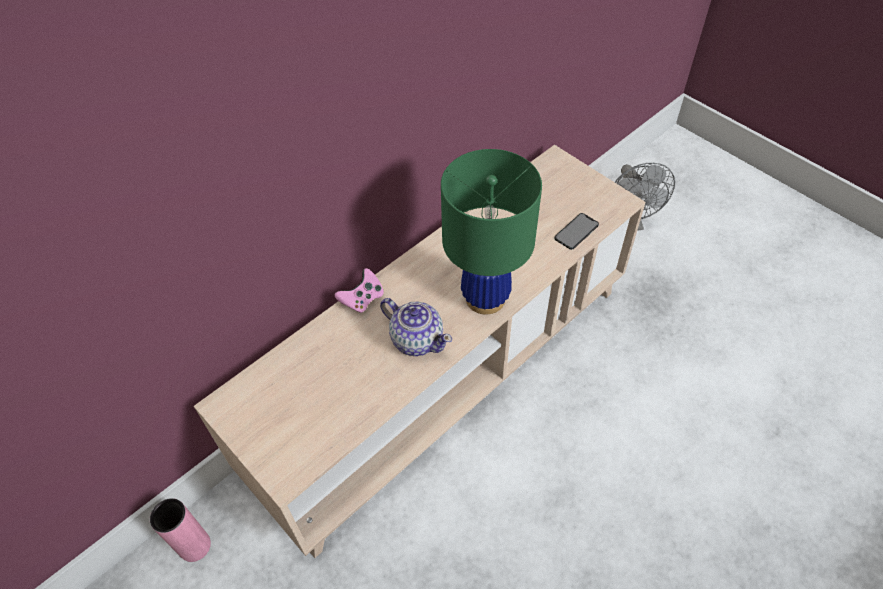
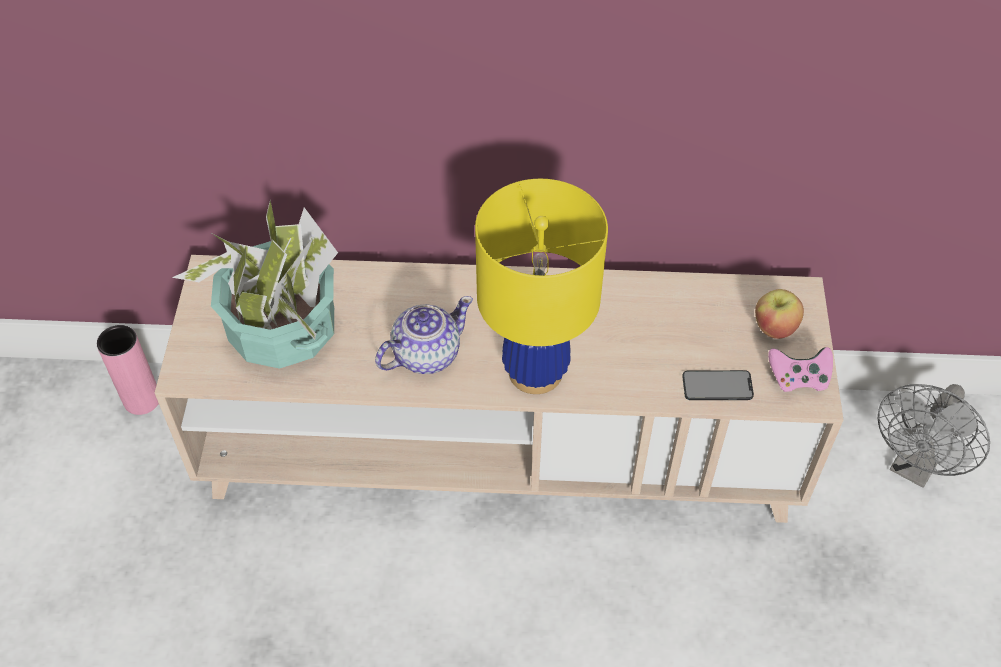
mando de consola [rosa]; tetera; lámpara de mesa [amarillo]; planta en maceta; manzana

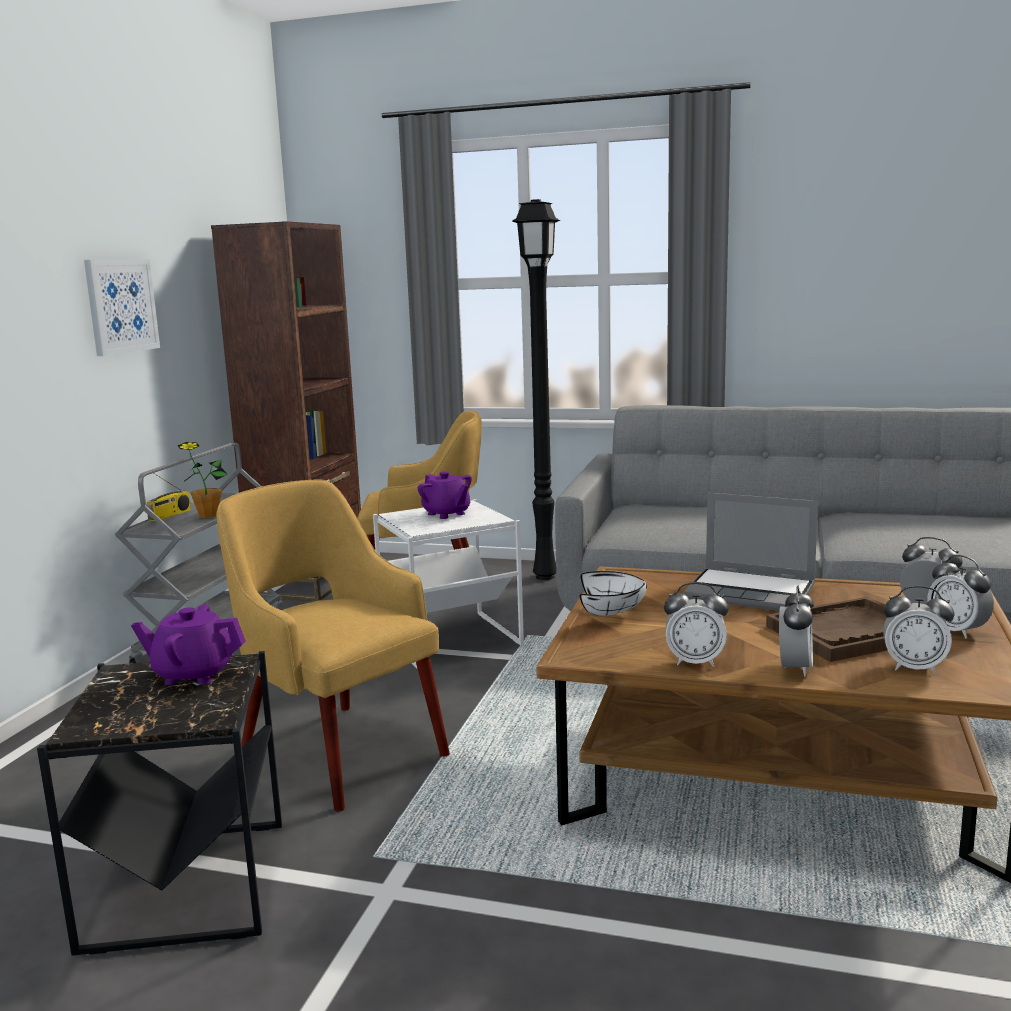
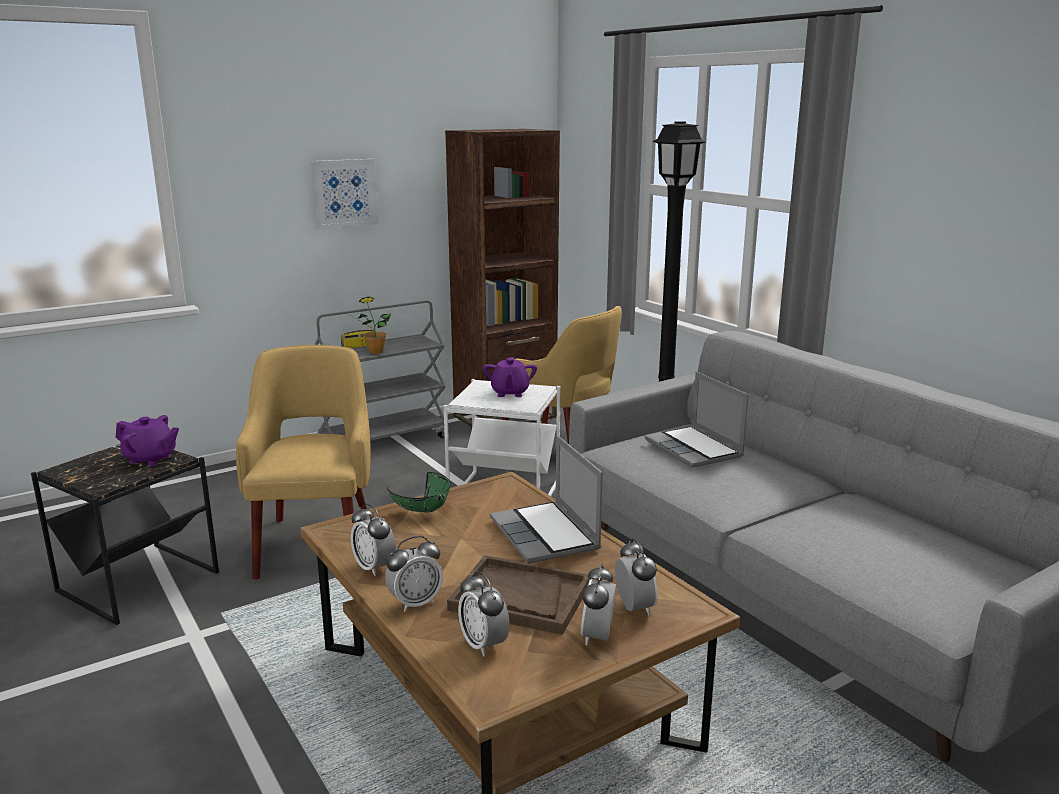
tetera [morado] (1st from left); cuenco [verde]; portátil (2nd from left)

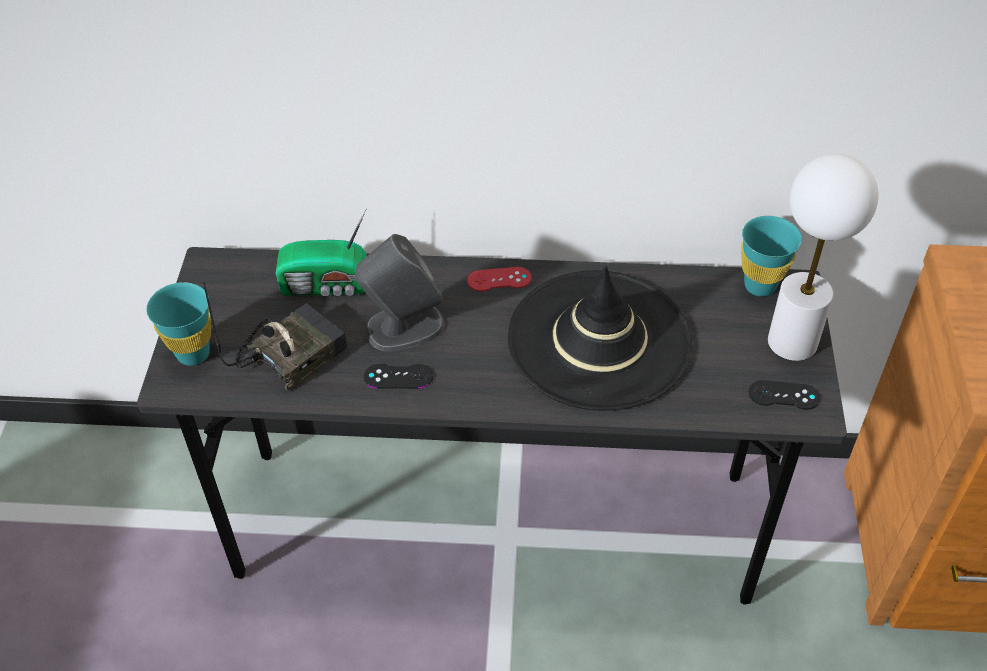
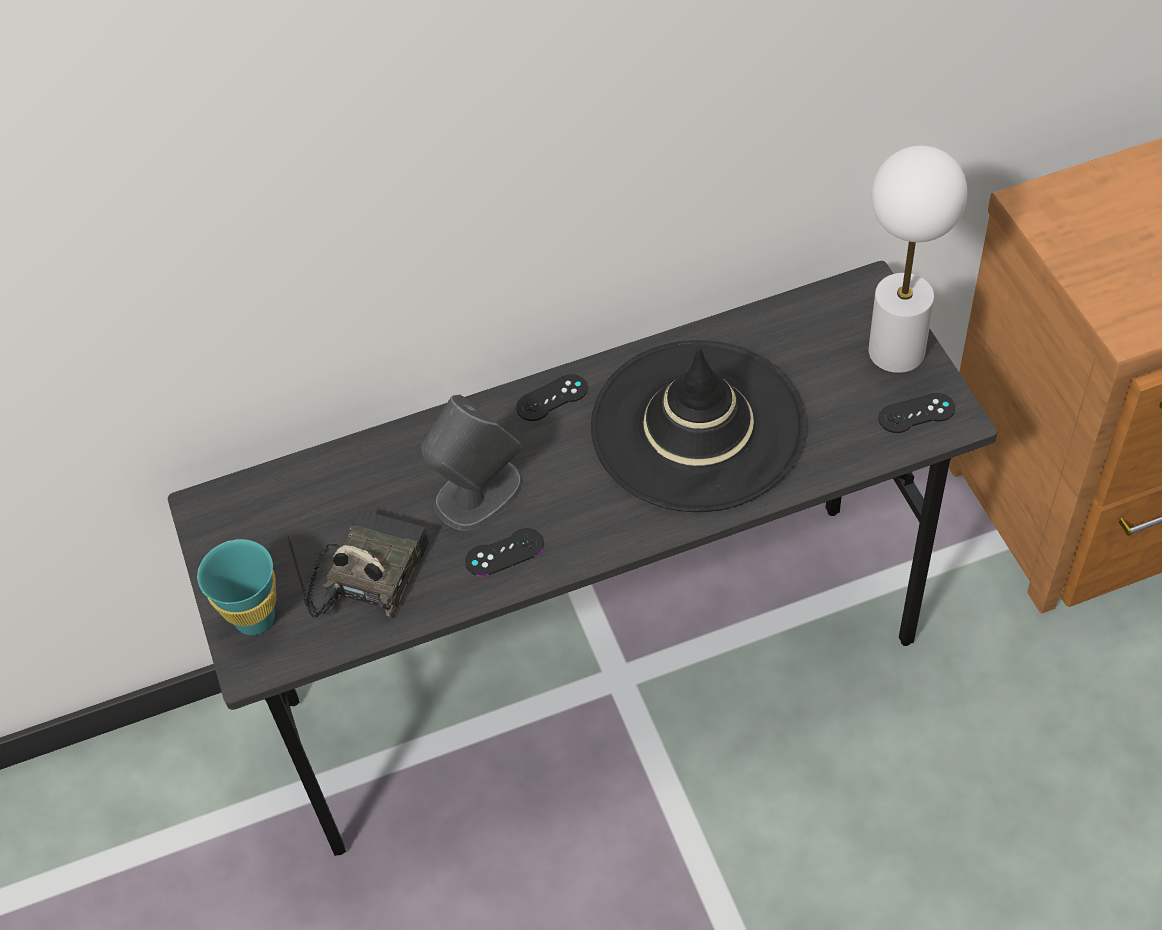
radio (2nd from left in the first image); mando de consola [negro] (2nd from left); taza [turquesa] (2nd from left in the first image)

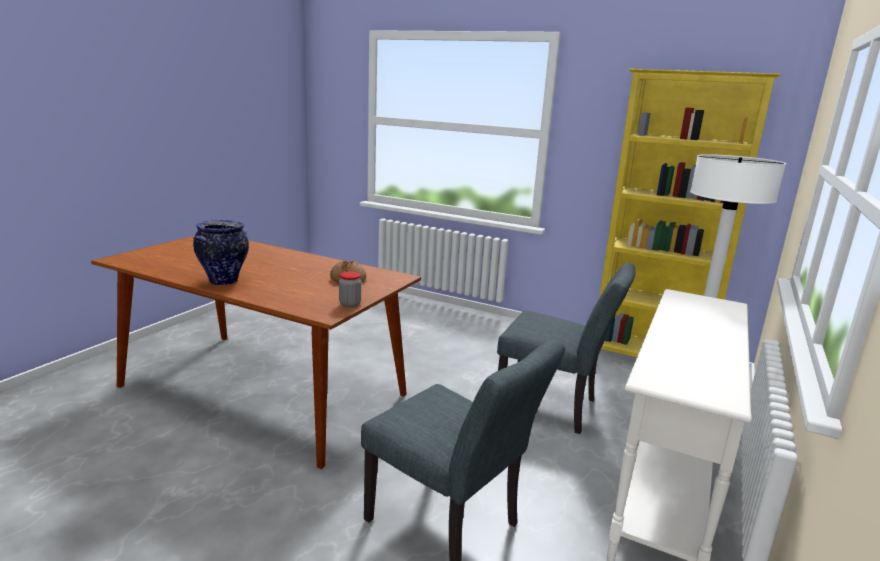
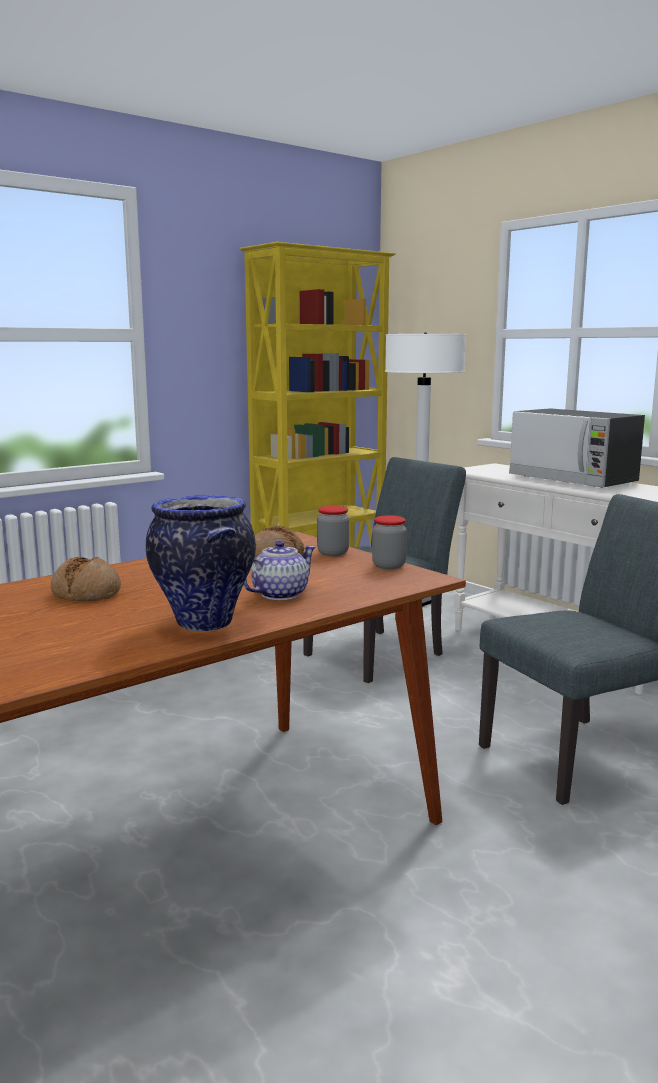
pan (1st from left); tetera; tarro (1st from left); microondas

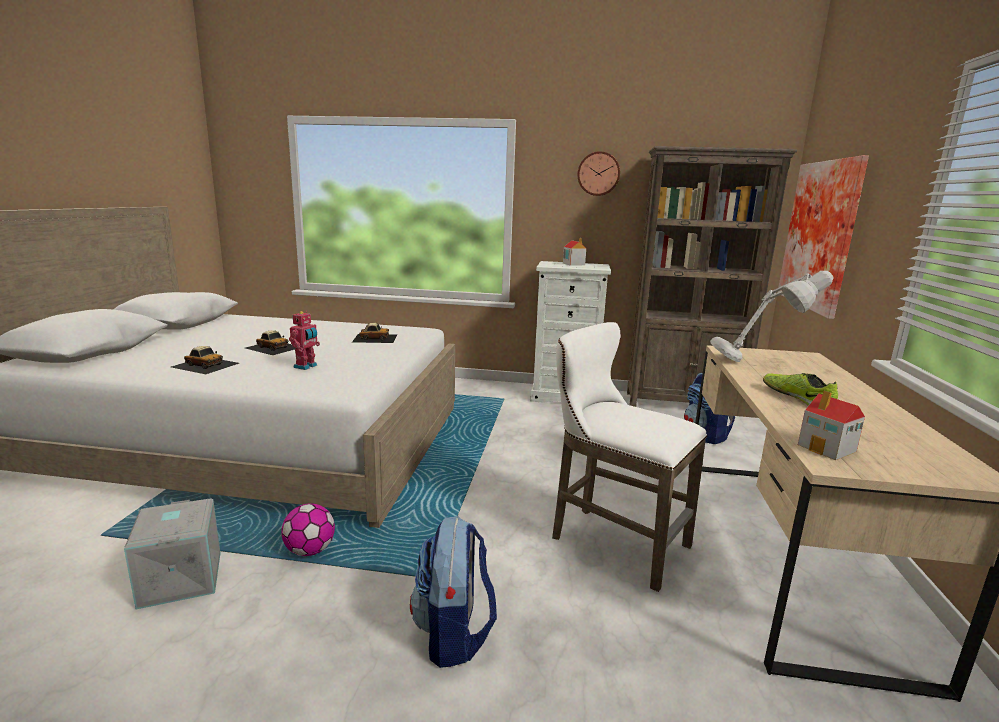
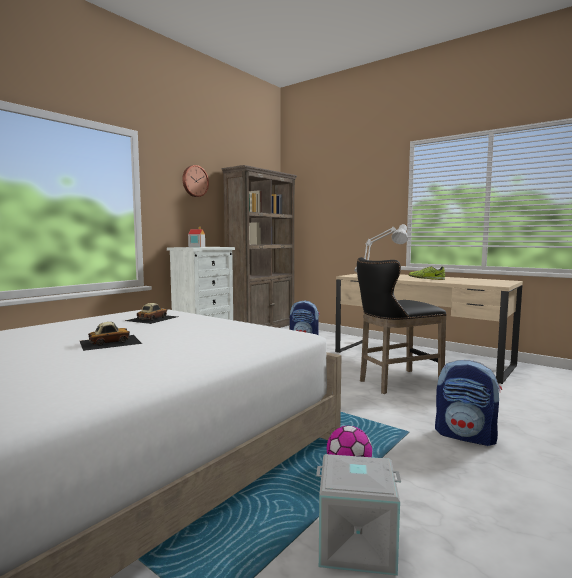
coche de juguete (1st from left in the first image); robot de juguete; taburete [negro]; cuadro; casita (2nd from left in the first image)

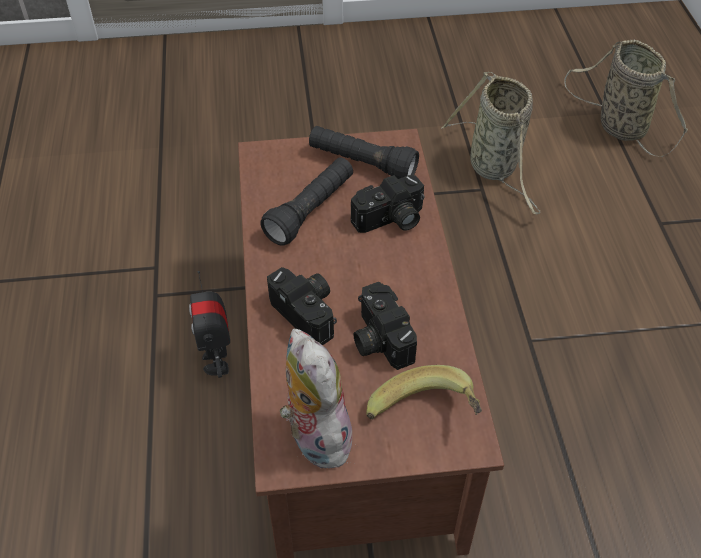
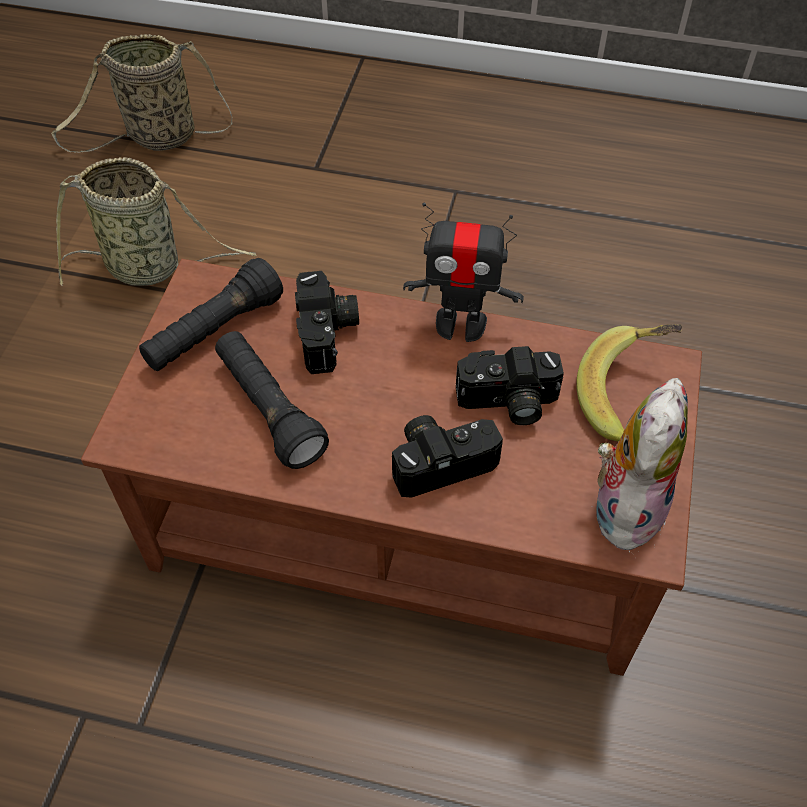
robot de juguete; peluche

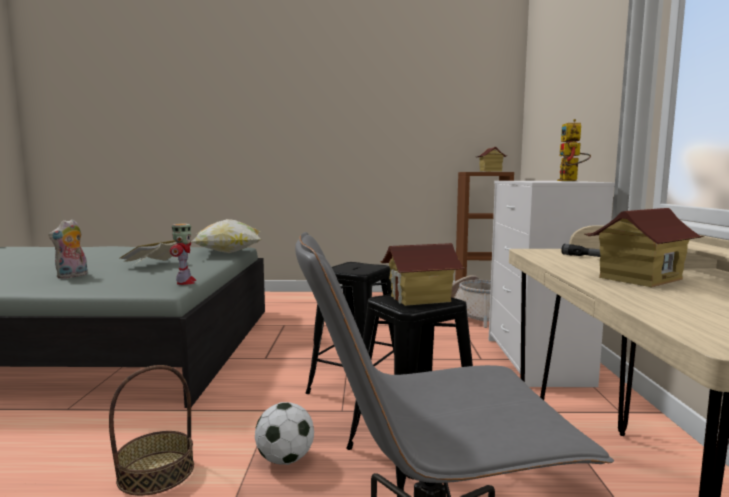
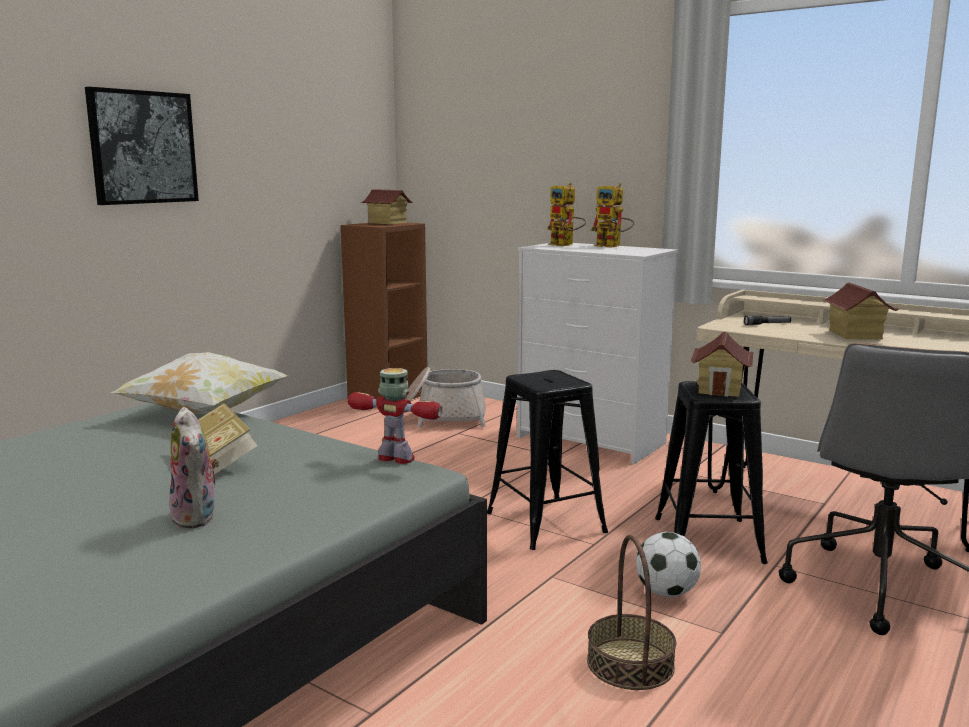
cuadro; robot de juguete (2nd from left)

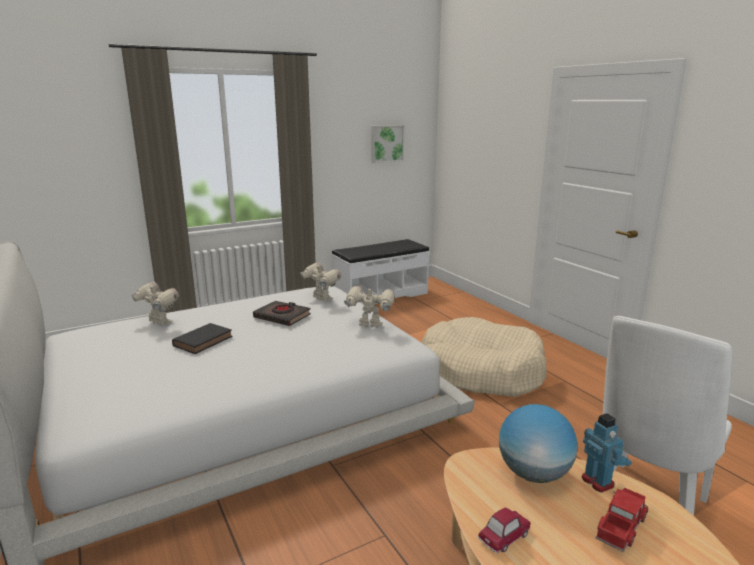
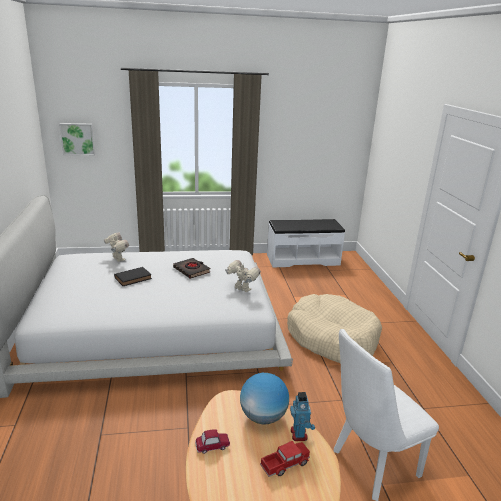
robot de juguete (2nd from left in the first image); cuadro

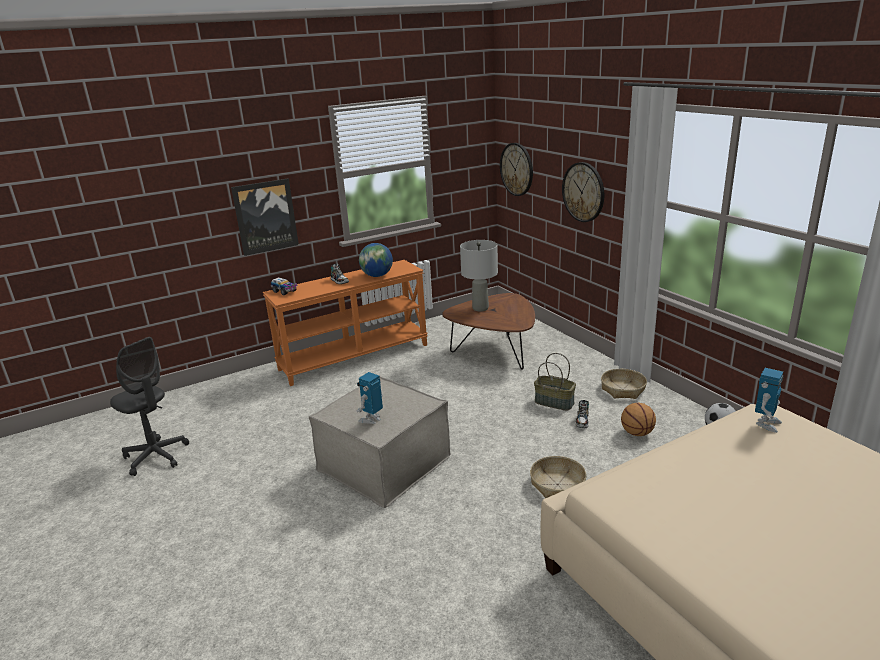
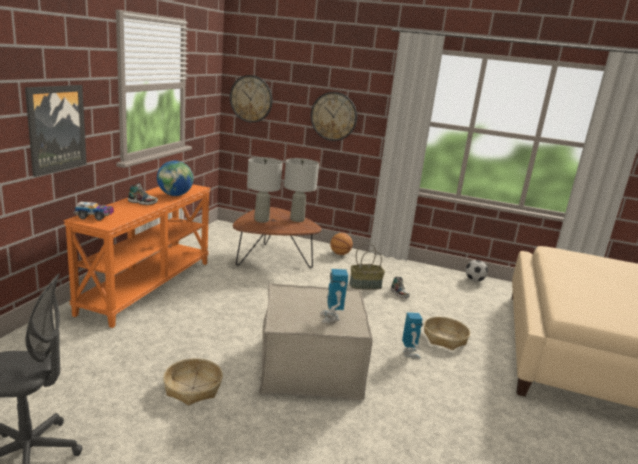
cesta (1st from left); balón de baloncesto; robot de juguete (2nd from left); lámpara de mesa [gris] (2nd from left)

